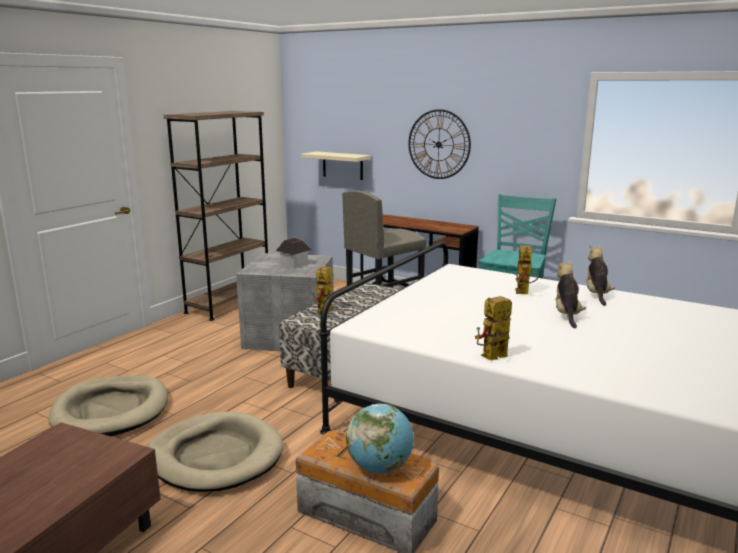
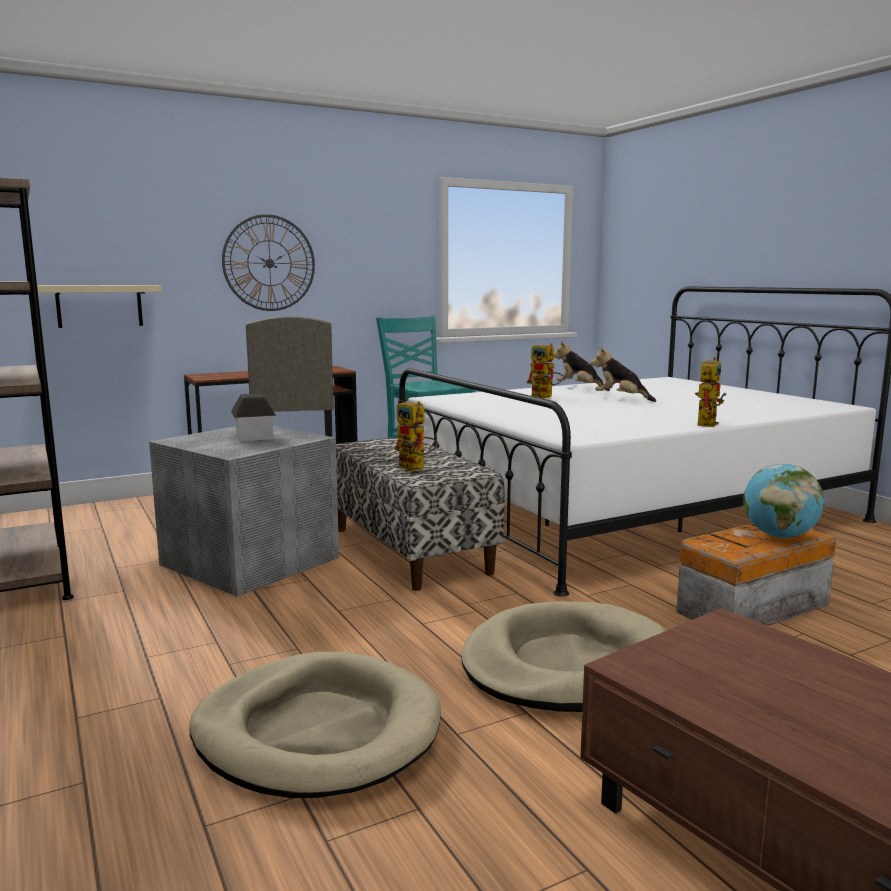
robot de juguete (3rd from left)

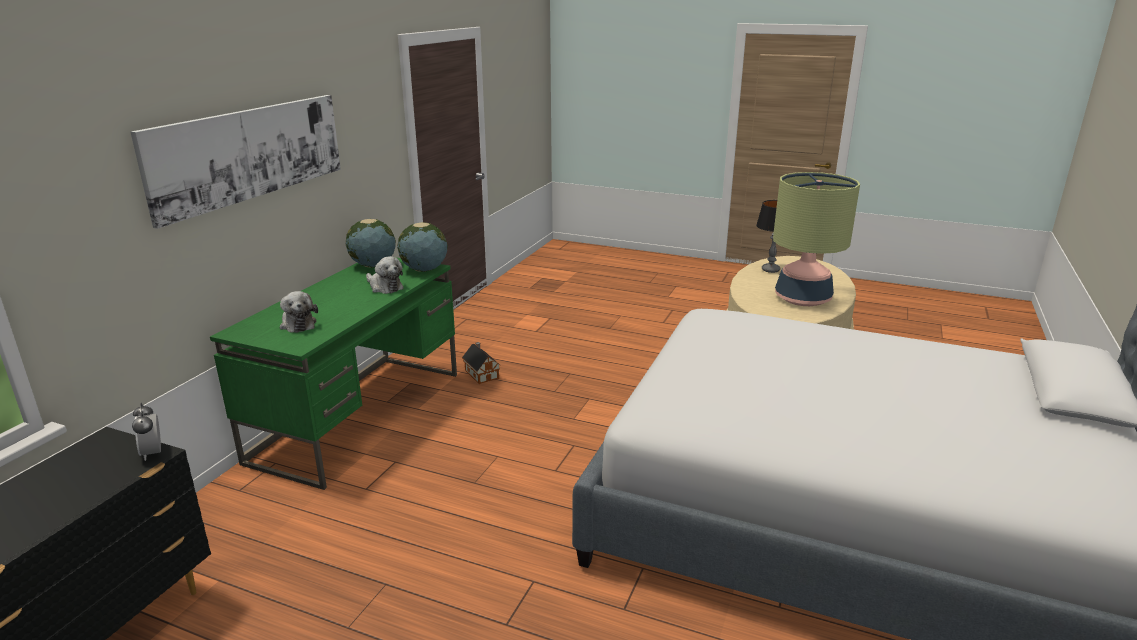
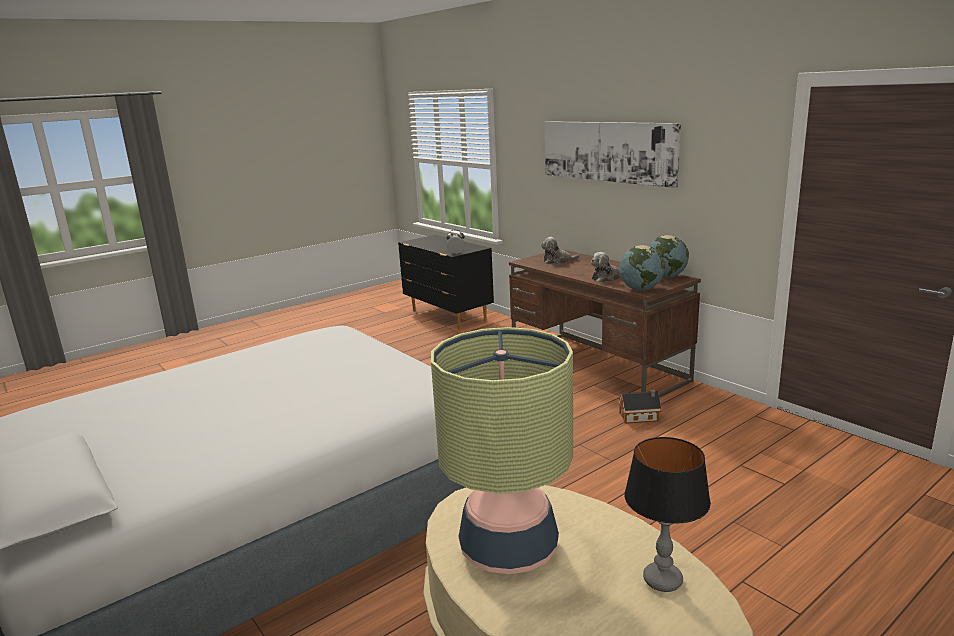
escritorio [marrón]

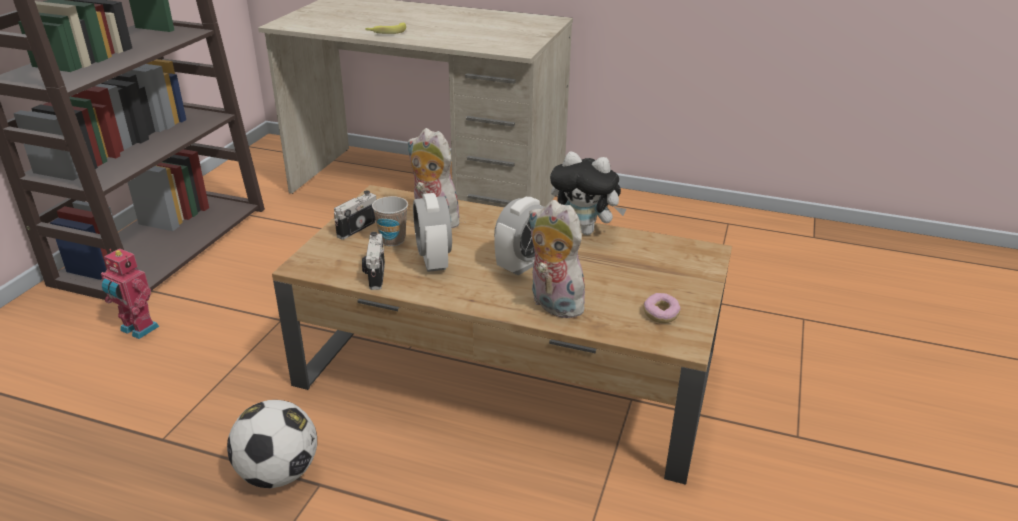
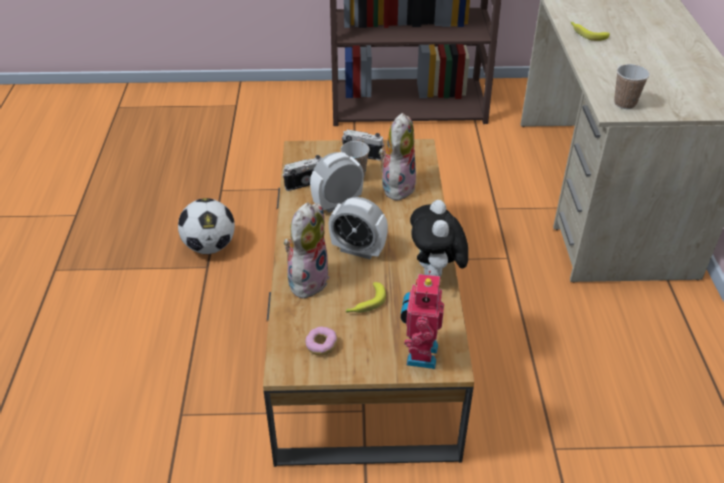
robot de juguete; plátano (1st from left); taza (2nd from left)

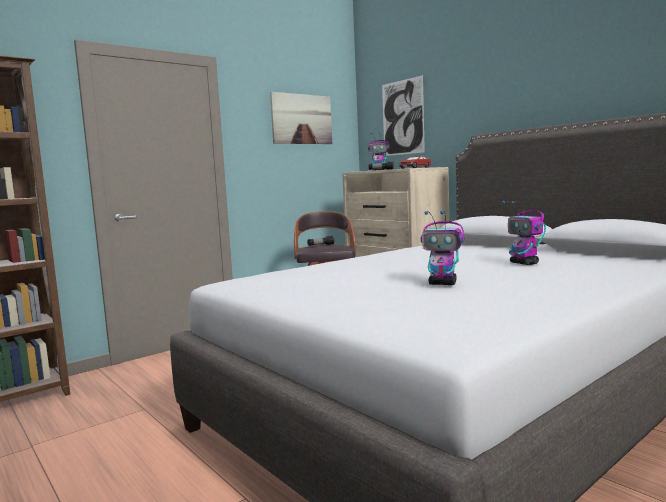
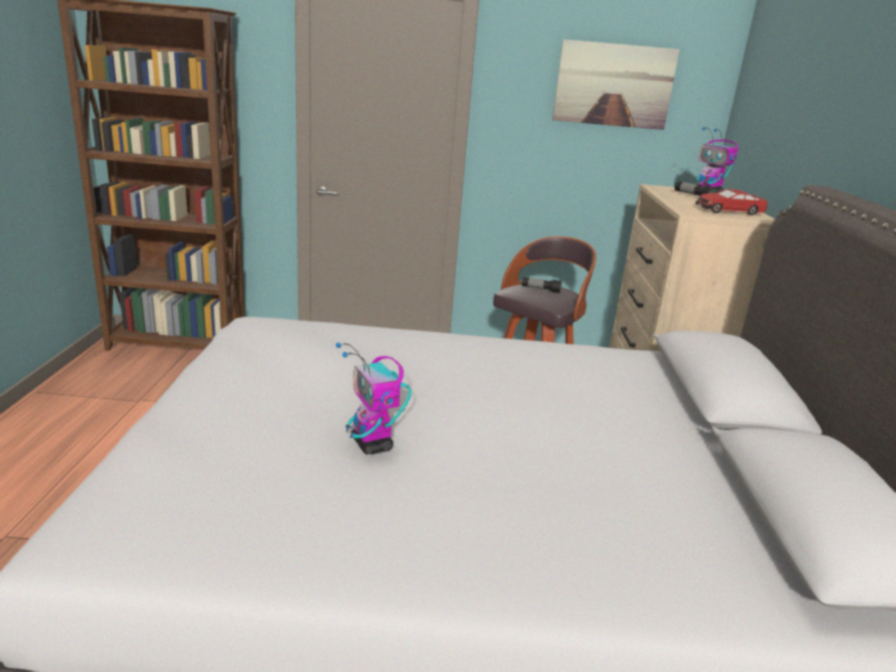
cuadro (2nd from left in the first image); robot de juguete (3rd from left in the first image)

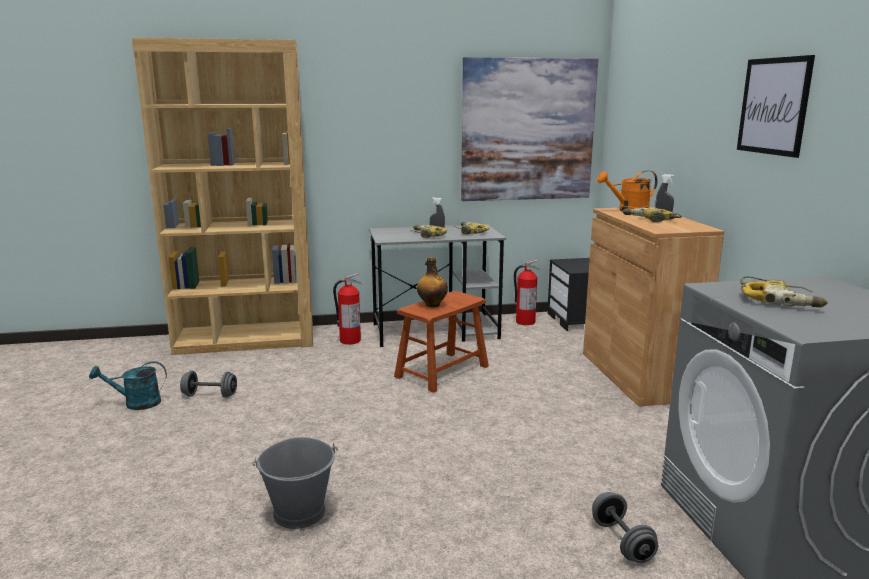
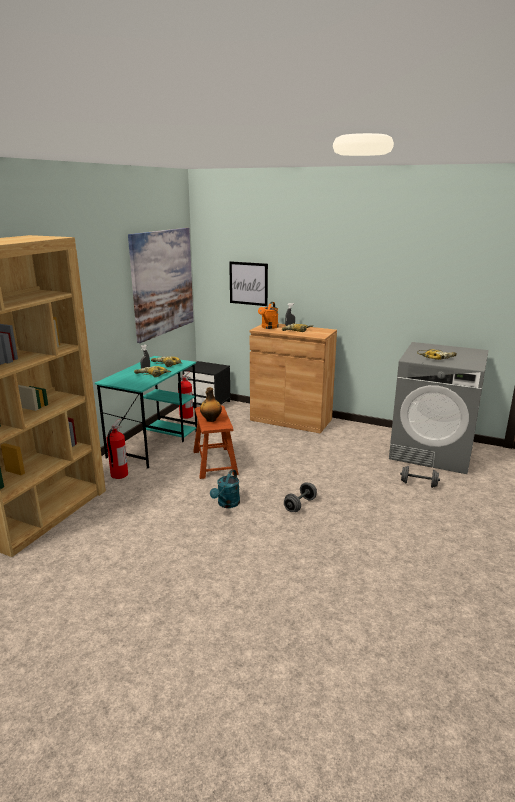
regadera [turquesa]; mancuerna [gris] (1st from left); cubo [gris]; escritorio [turquesa]; cuadro (2nd from left)

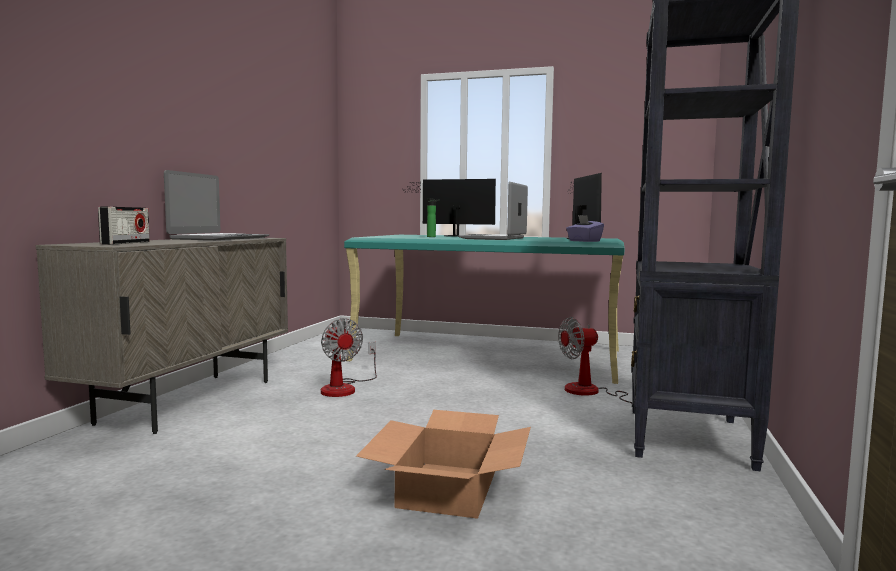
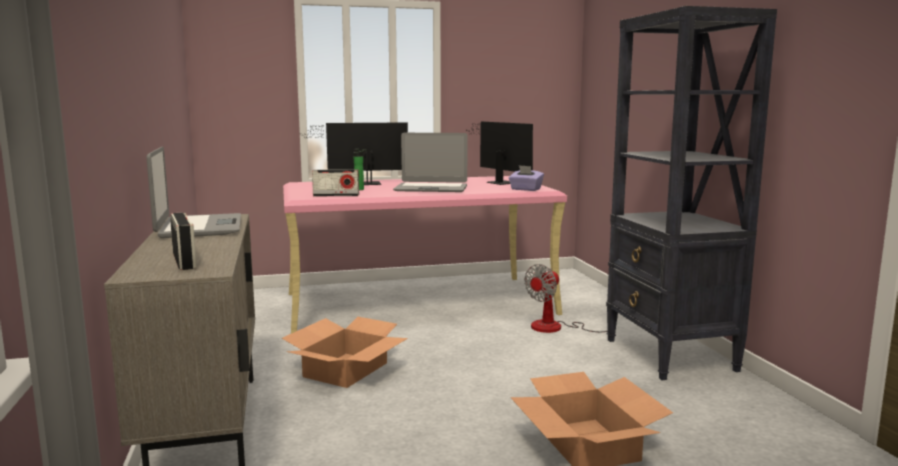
caja de cartón (1st from left); escritorio [rosa]; portátil (2nd from left); radio (2nd from left)

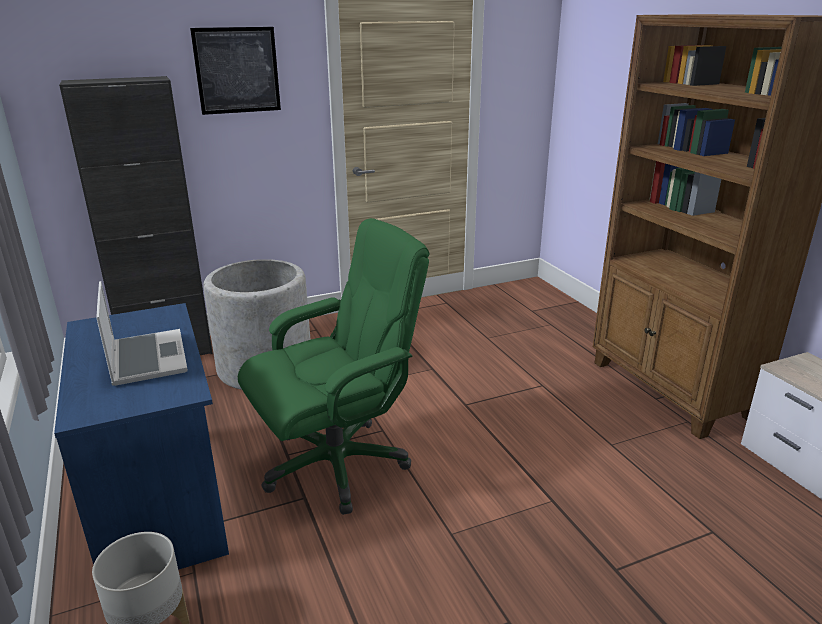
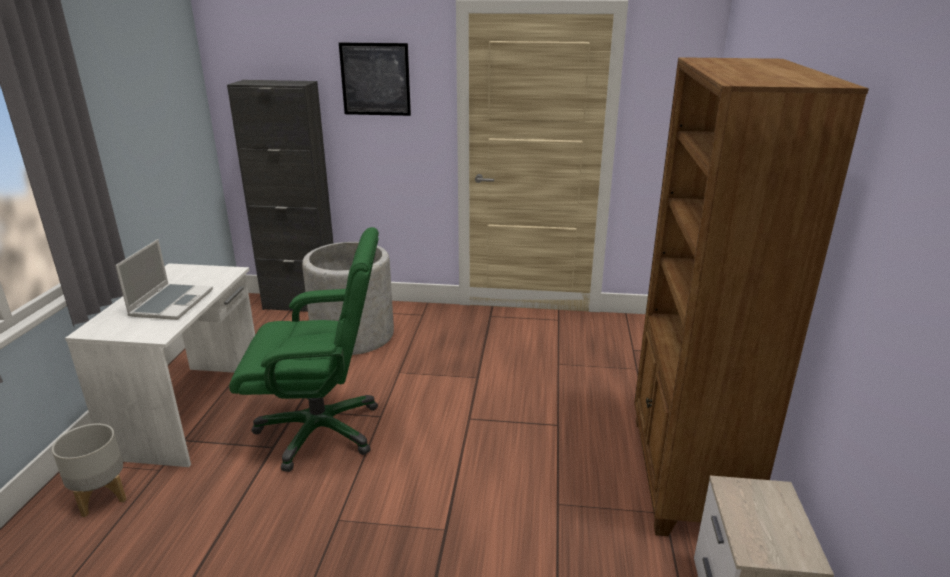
escritorio [blanco]

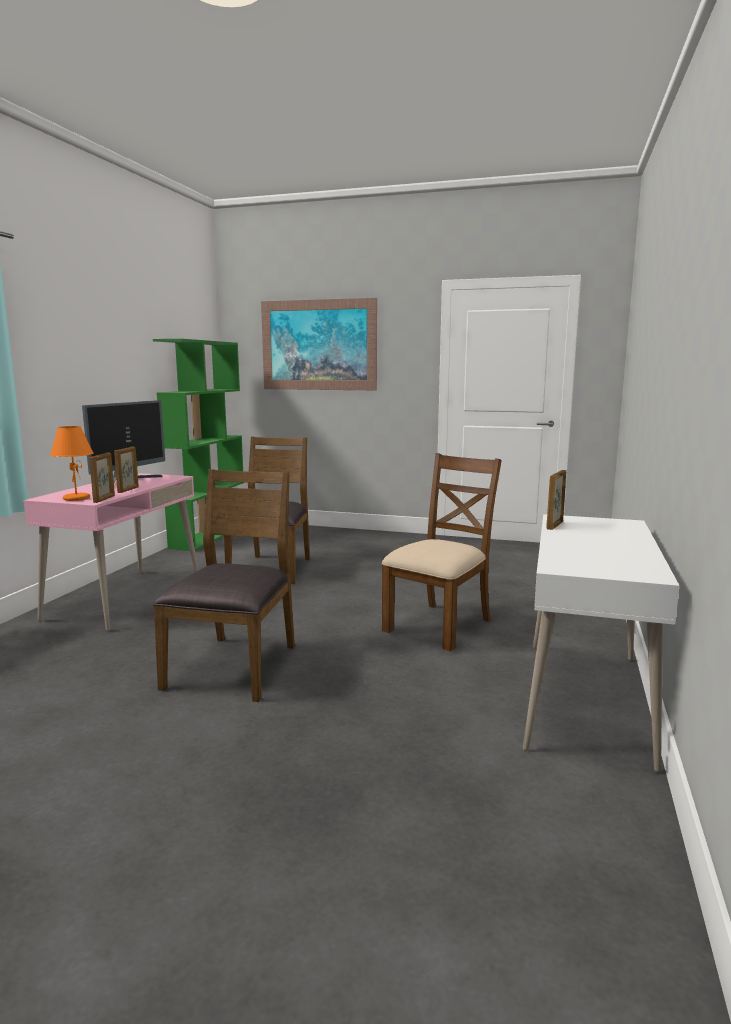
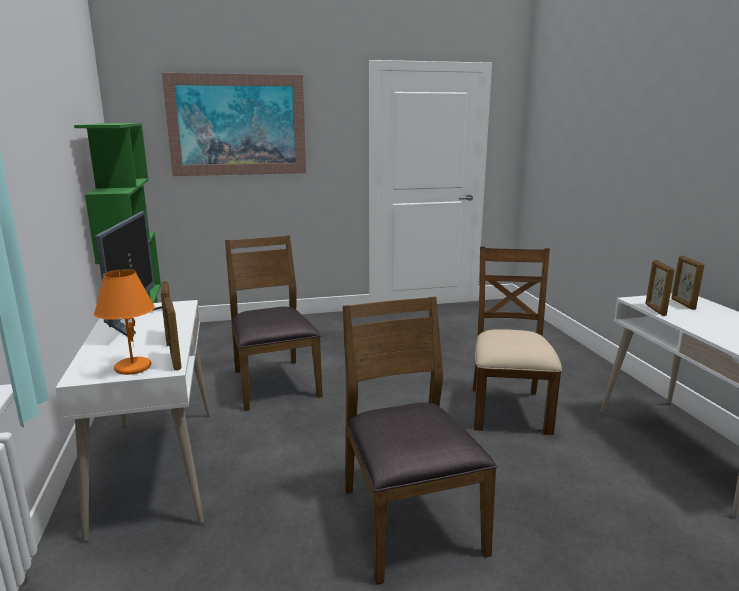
escritorio [blanco] (1st from left); portarretratos (4th from left)

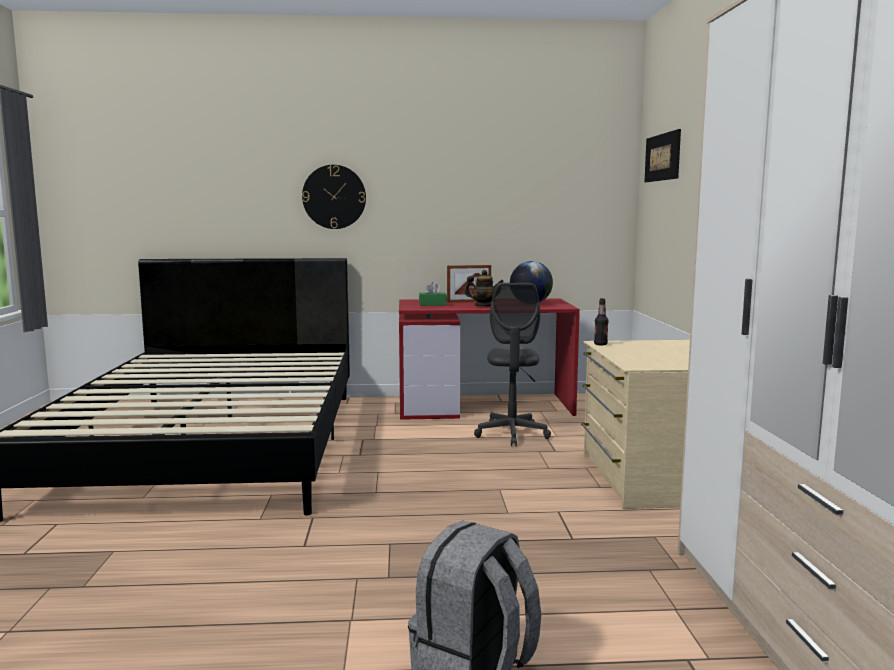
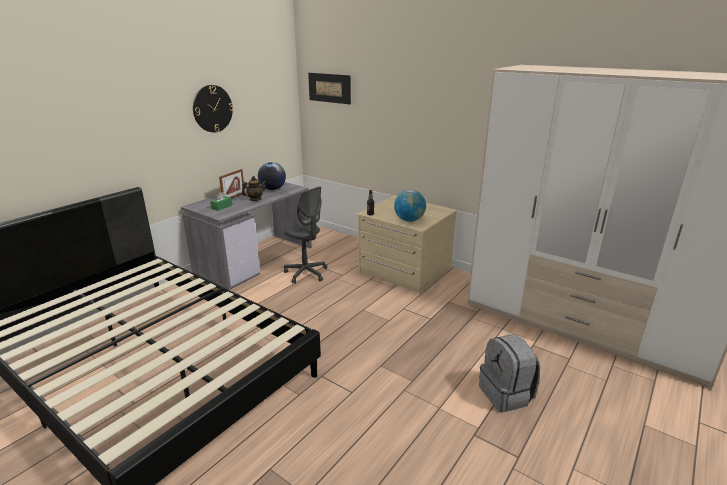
reloj de pared; escritorio [gris]; globo terráqueo (2nd from left)

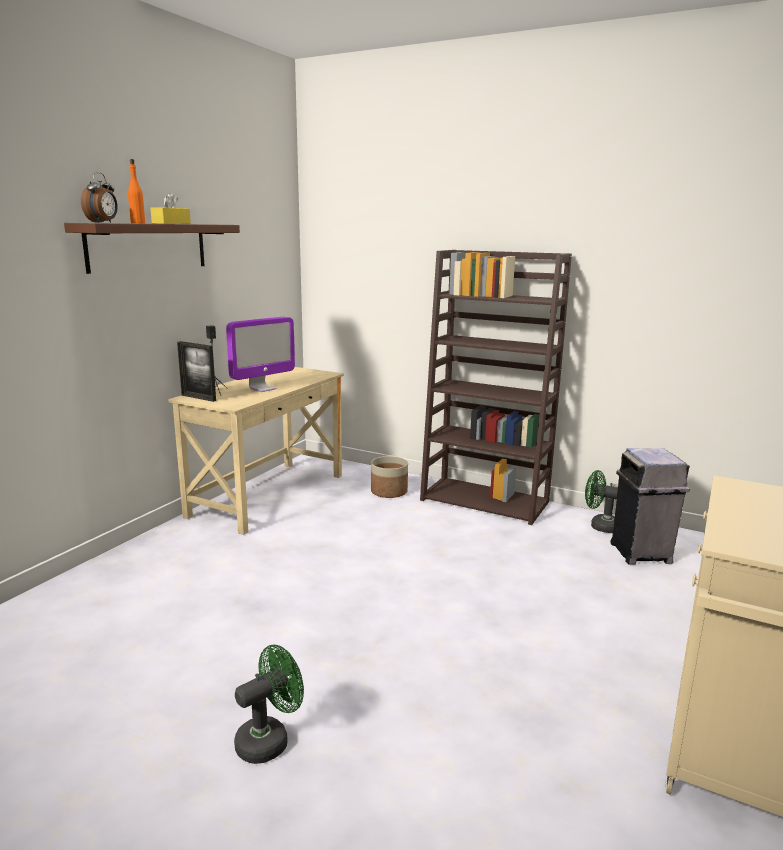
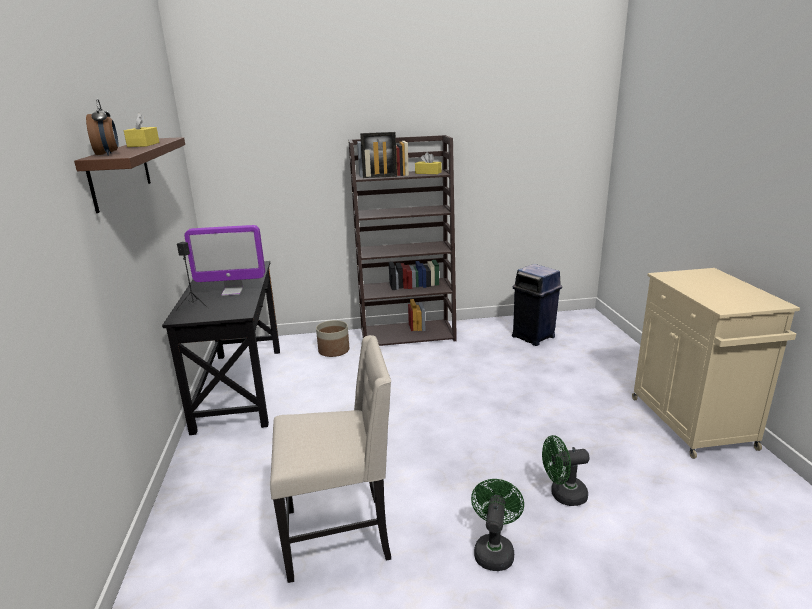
botella [naranja]; escritorio [negro]; portarretratos; monitor; ventilador [verde] (2nd from left); papelera [azul]; silla [beis]; caja de pañuelos [amarillo] (2nd from left)

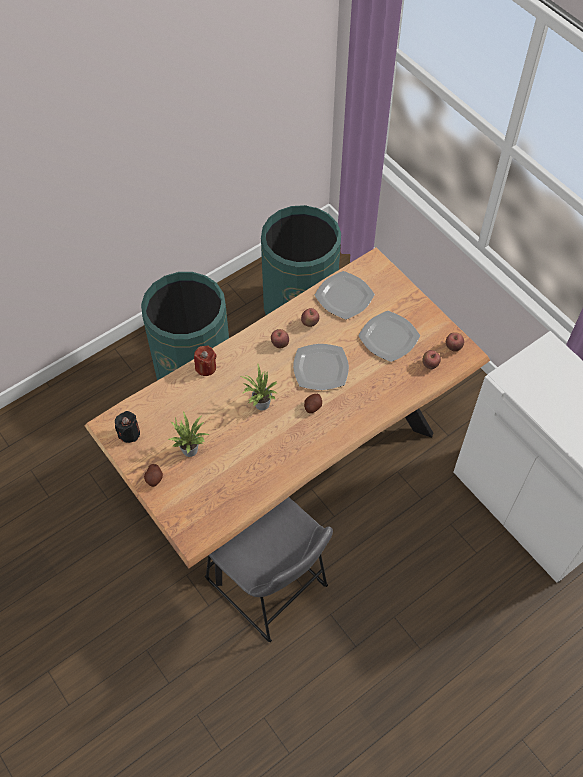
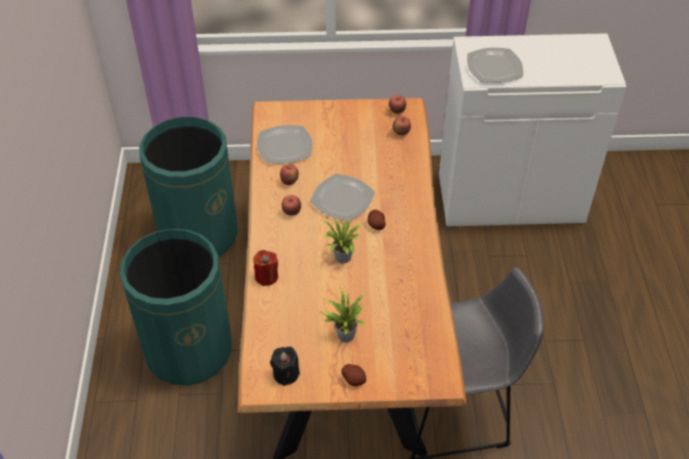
plato (3rd from left)

